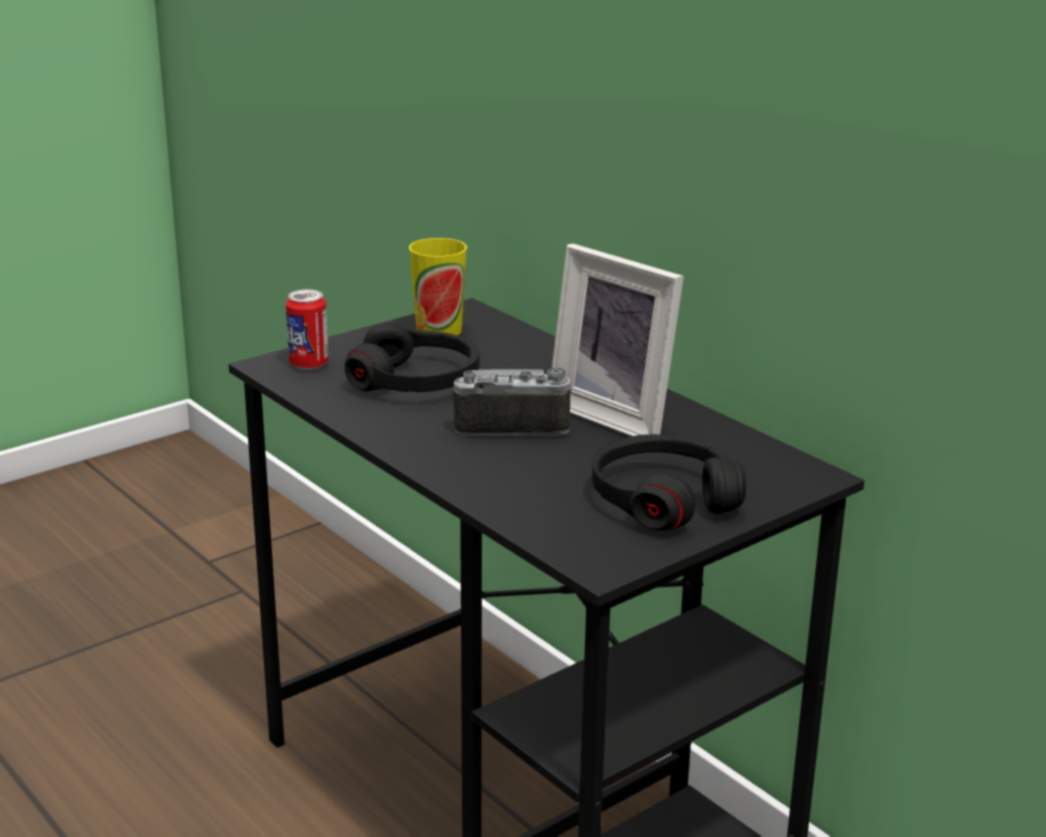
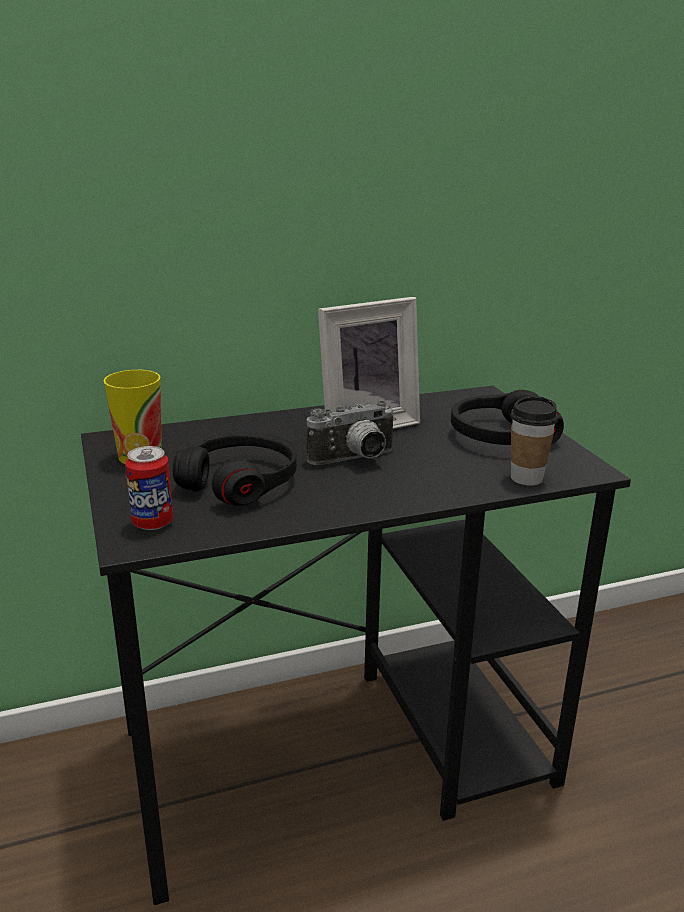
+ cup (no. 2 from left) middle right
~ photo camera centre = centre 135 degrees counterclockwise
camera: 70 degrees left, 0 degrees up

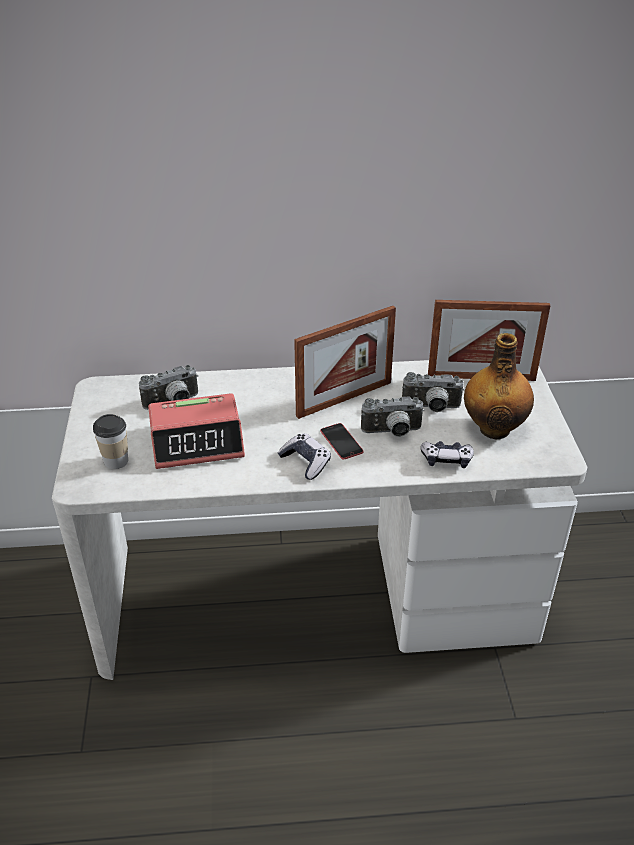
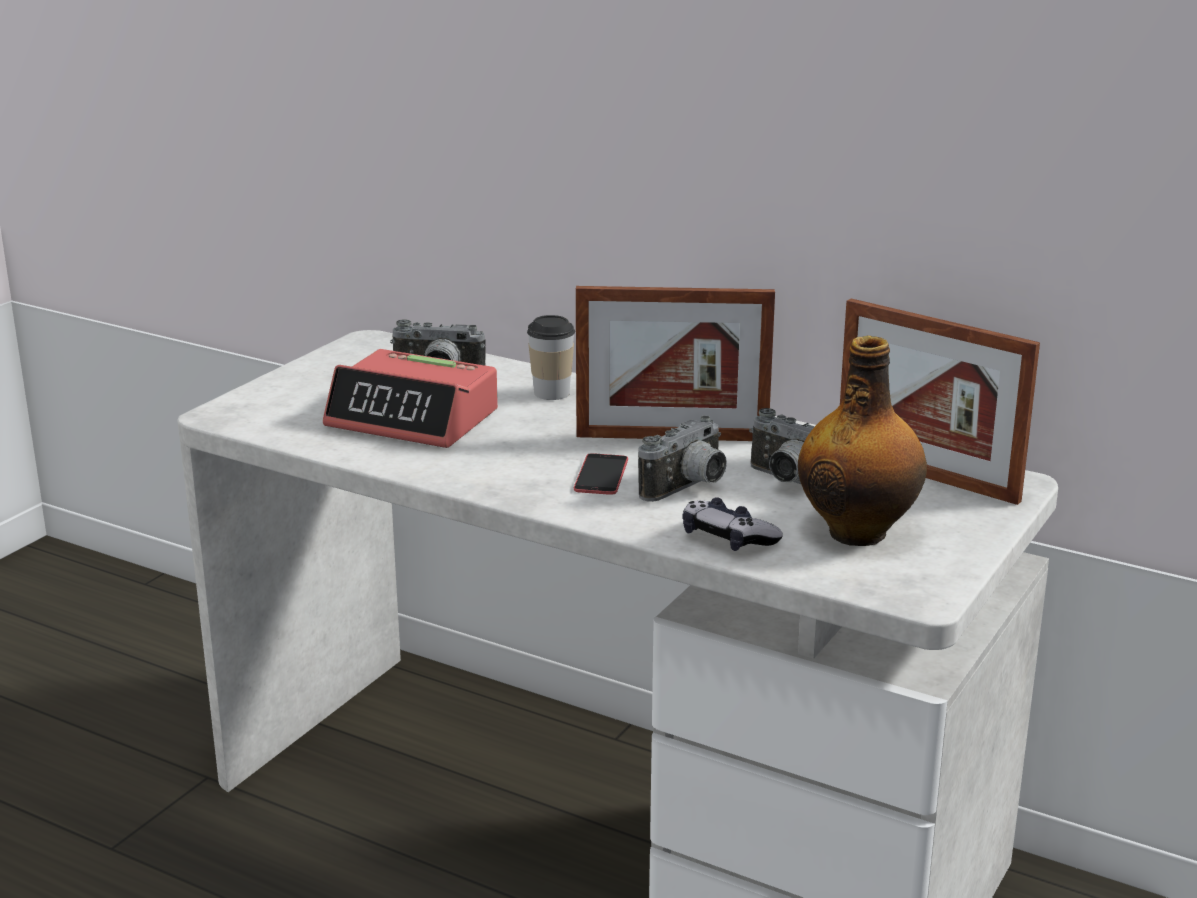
- game controller (no. 1 from left) centre
~ cup middle left to centre
~ photo camera (no. 2 from left) centre = centre 75 degrees counterclockwise
camera: 35 degrees right, 15 degrees down

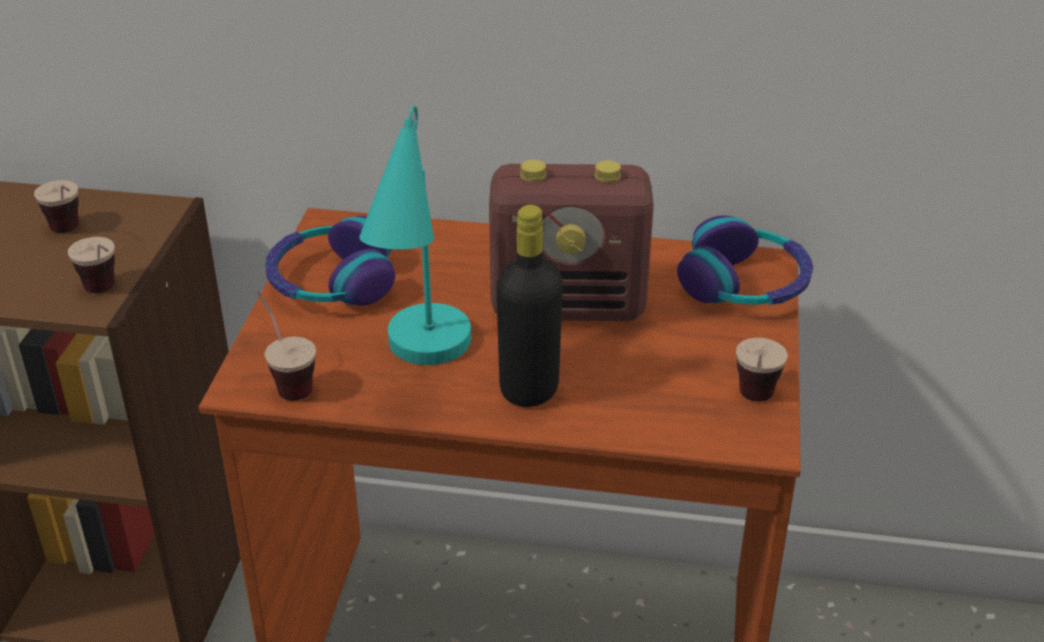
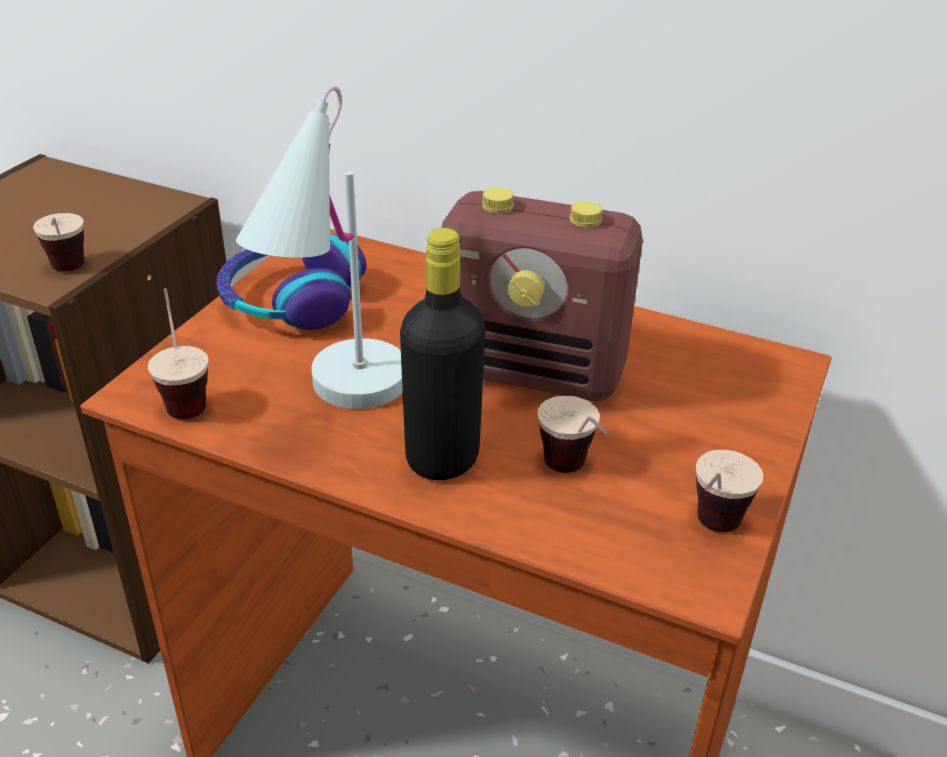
- headphones (no. 2 from left) middle right
~ cup (no. 1 from left in the first image) top left to cup (no. 3 from left) centre
~ table lamp (turquoise) centre to table lamp (white-coloured) top centre
camera: 15 degrees right, 0 degrees up

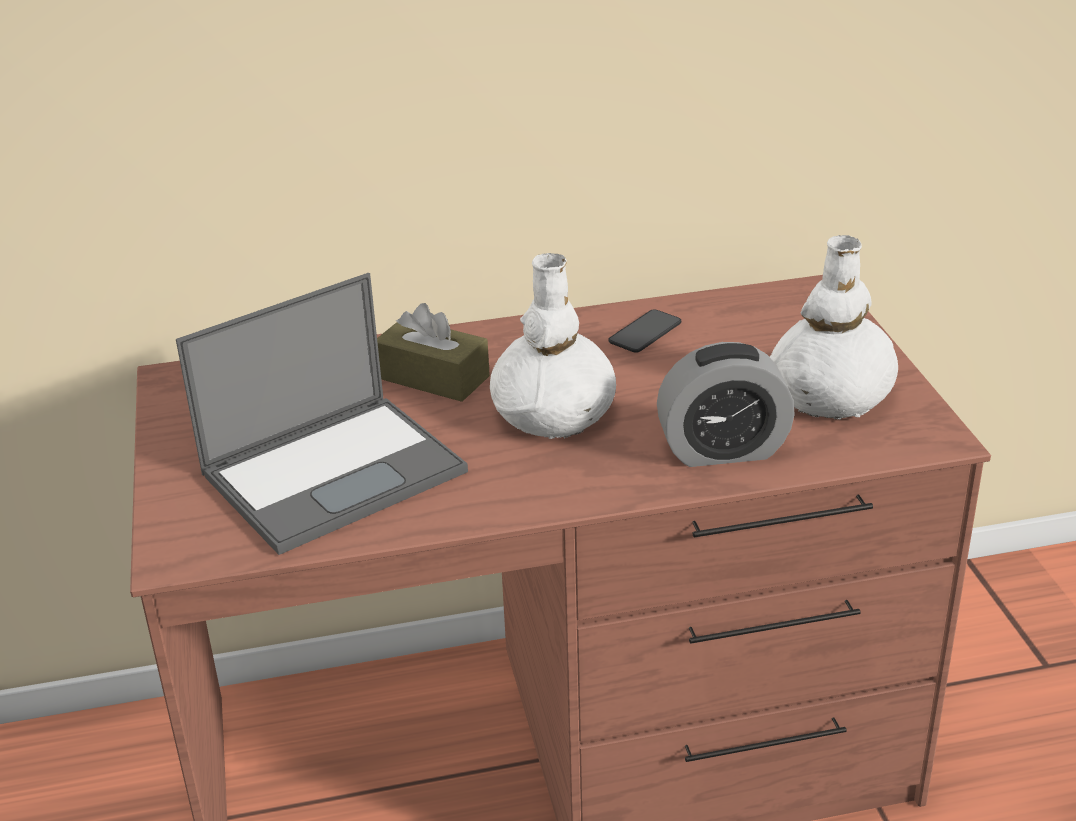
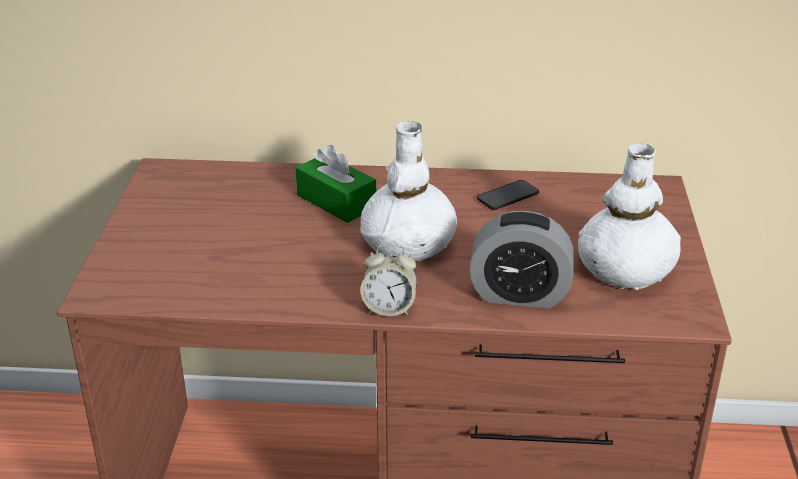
- notebook computer middle left
+ table clock (no. 1 from left) centre
~ tissue holder (brown-coloured) centre to tissue holder (green-coloured) centre
camera: 15 degrees right, 0 degrees up

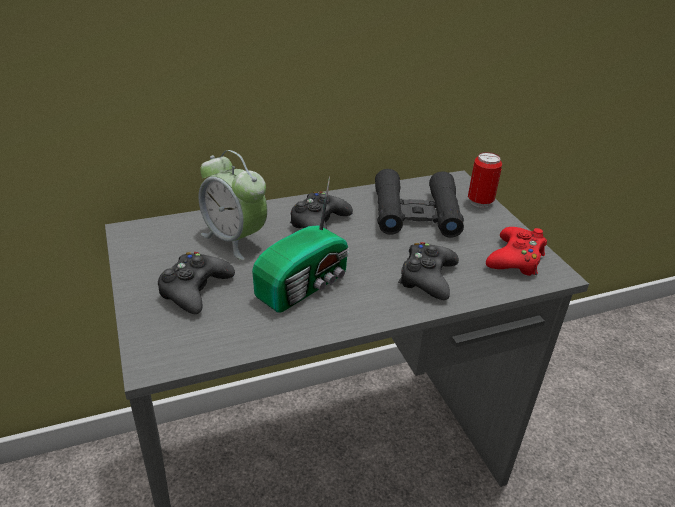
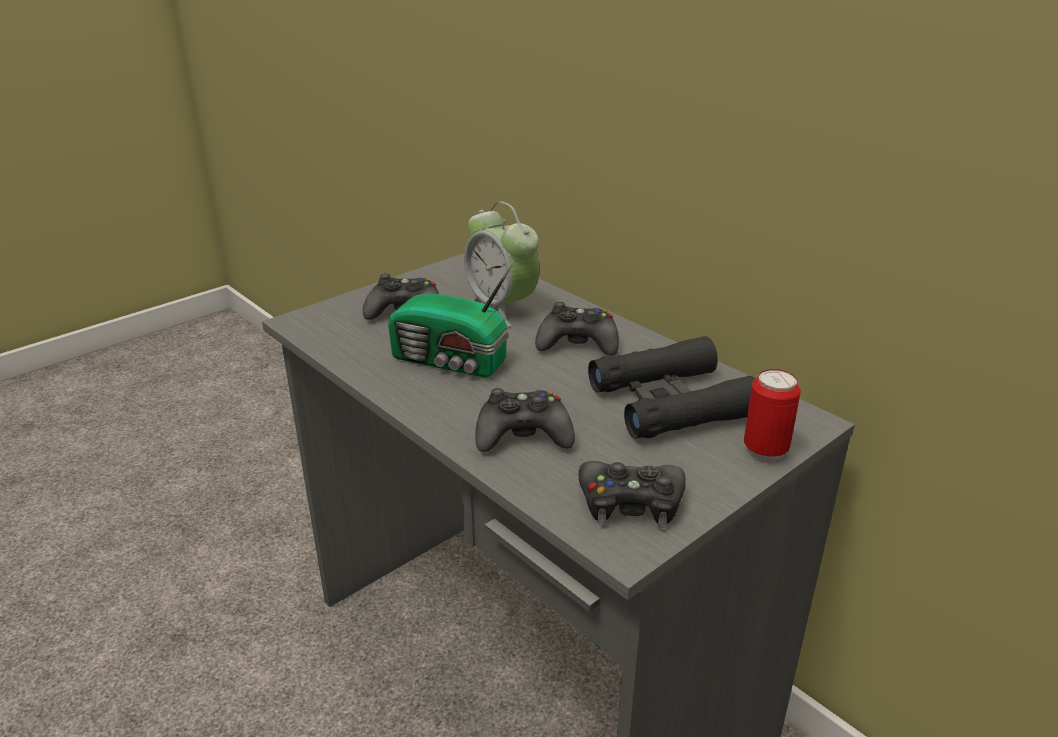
~ game controller (red) middle right to game controller (black) (no. 4 from left) bottom centre
~ table clock centre = centre 60 degrees counterclockwise
camera: 70 degrees right, 5 degrees down

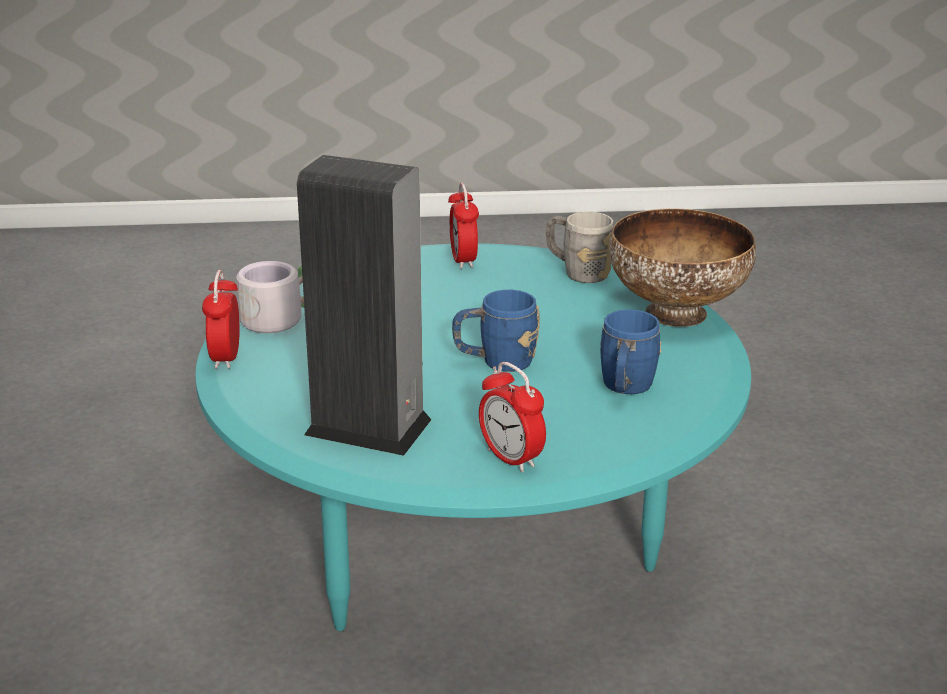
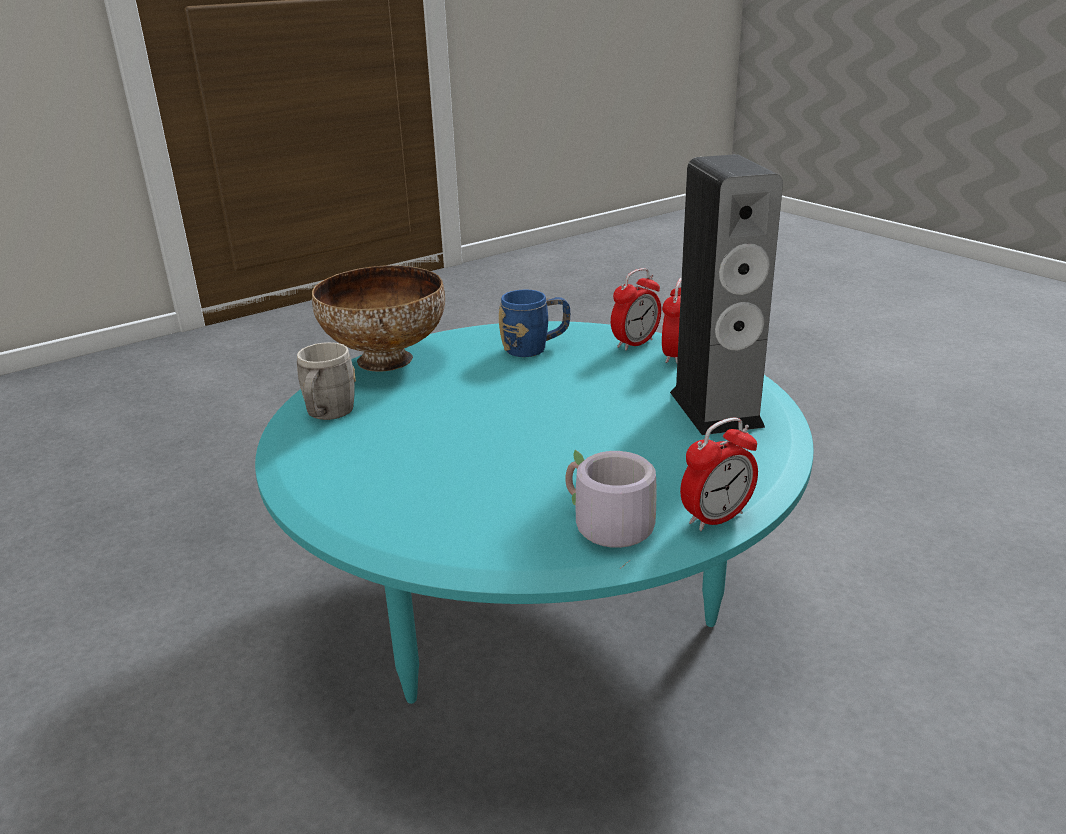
- tea mug (blue-coloured) (no. 1 from left) centre
~ table clock (no. 2 from left in the first image) top centre to table clock (no. 1 from left) centre
camera: 120 degrees left, 0 degrees up

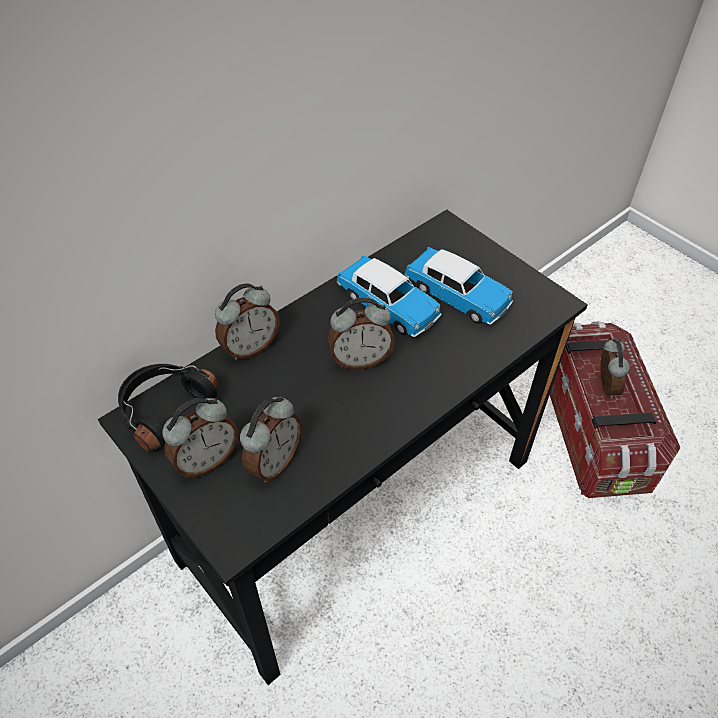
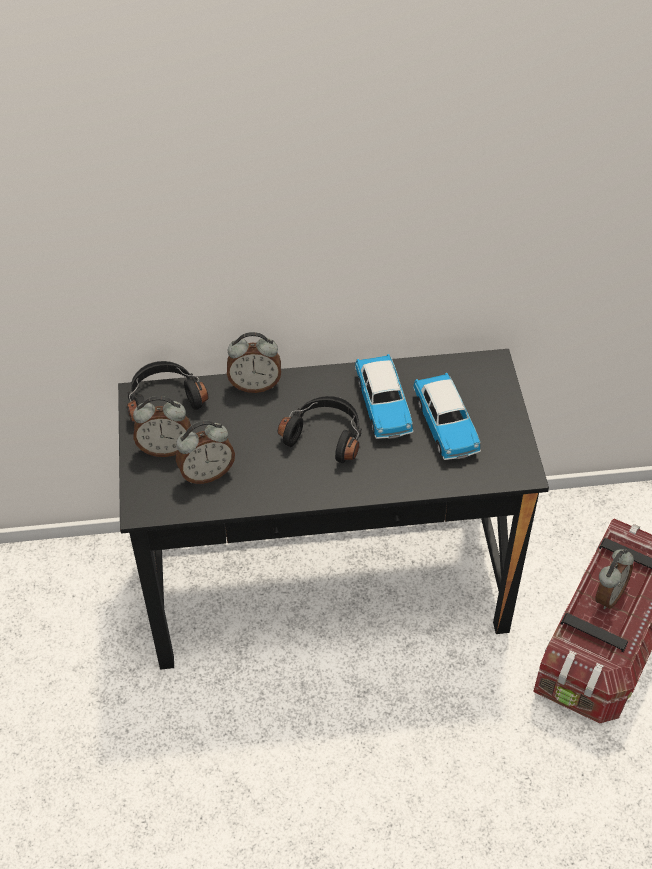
~ table clock (no. 4 from left) centre to headphones (black) (no. 2 from left) centre
camera: 35 degrees right, 0 degrees up

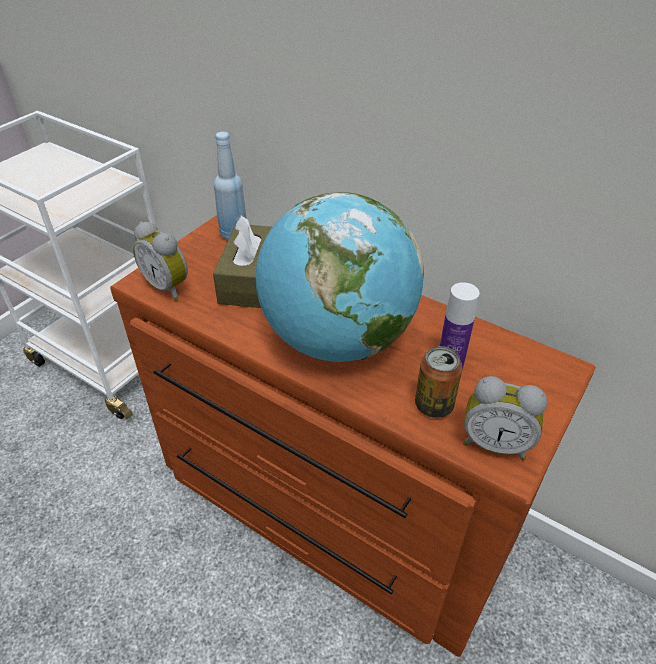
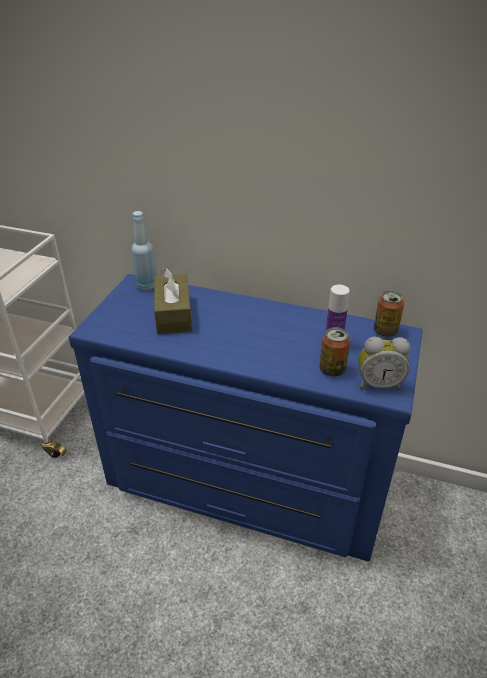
- table clock (no. 1 from left) middle left
- globe centre
+ can (no. 2 from left) middle right
~ drawer chest (brown-coloured) centre to drawer chest (blue-coloured) centre
camera: 15 degrees left, 5 degrees down

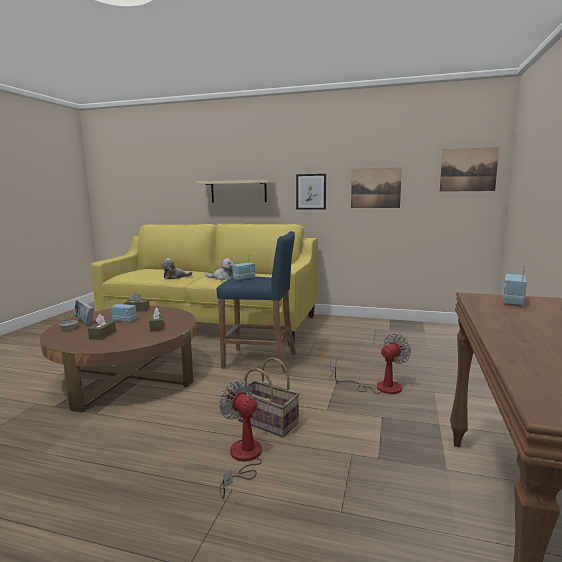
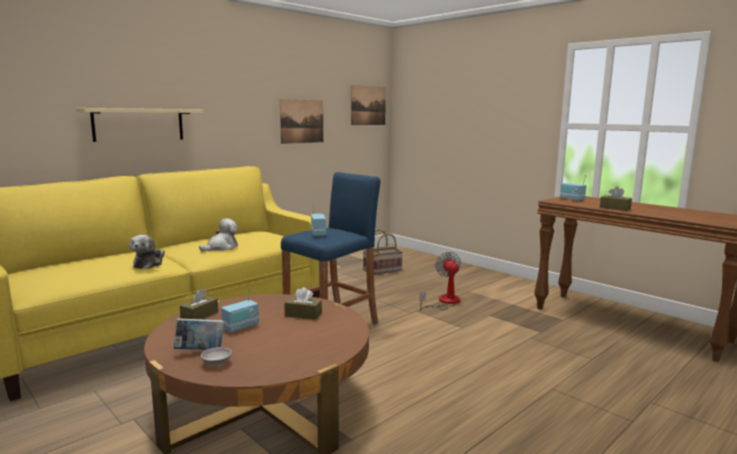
- electric fan (no. 1 from left) bottom centre
- picture (no. 1 from left) centre
~ tissue holder (brown-coloured) (no. 1 from left in the first image) middle left to tissue holder (brown-coloured) (no. 3 from left) middle right
~ basket bottom centre to centre
camera: 60 degrees left, 0 degrees up

